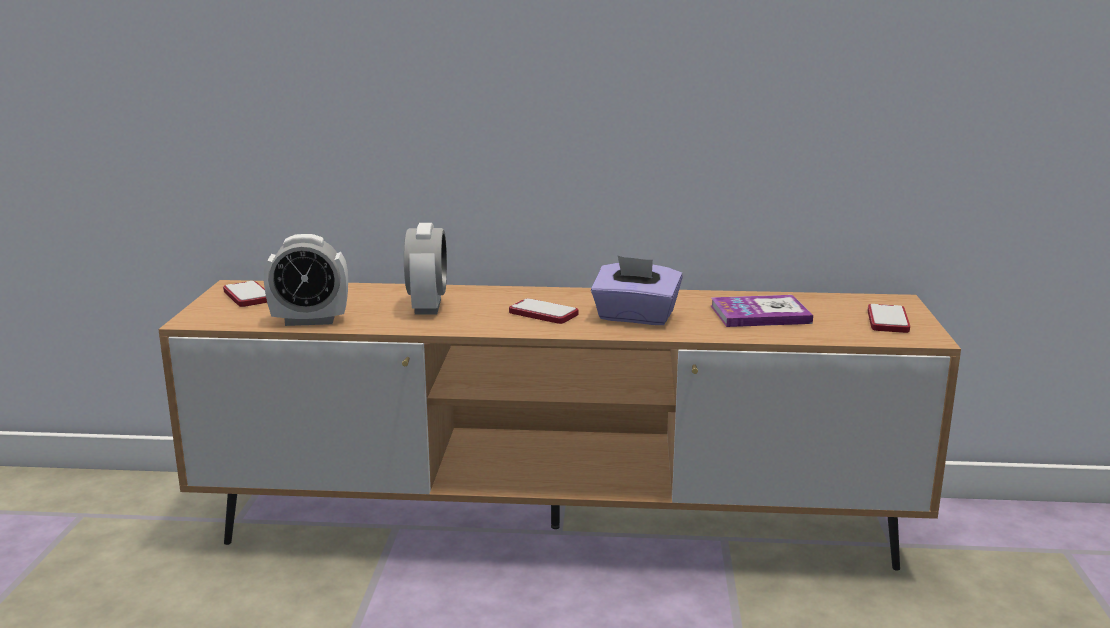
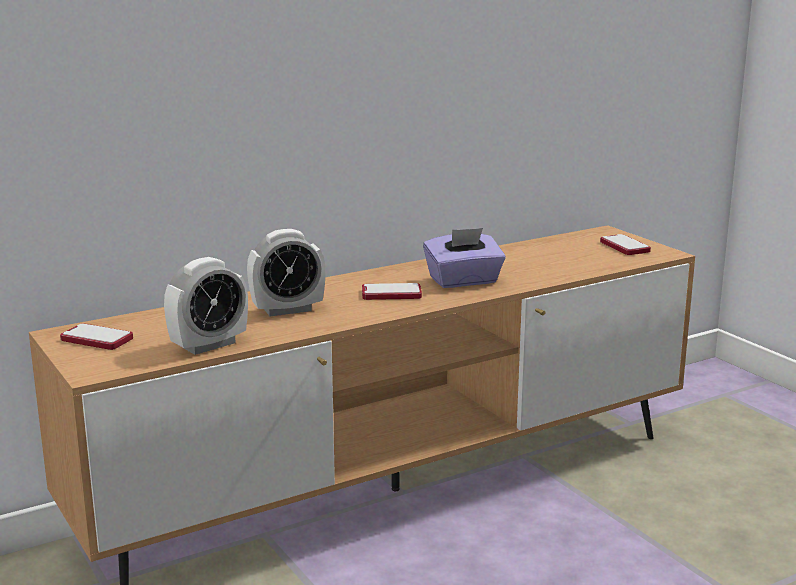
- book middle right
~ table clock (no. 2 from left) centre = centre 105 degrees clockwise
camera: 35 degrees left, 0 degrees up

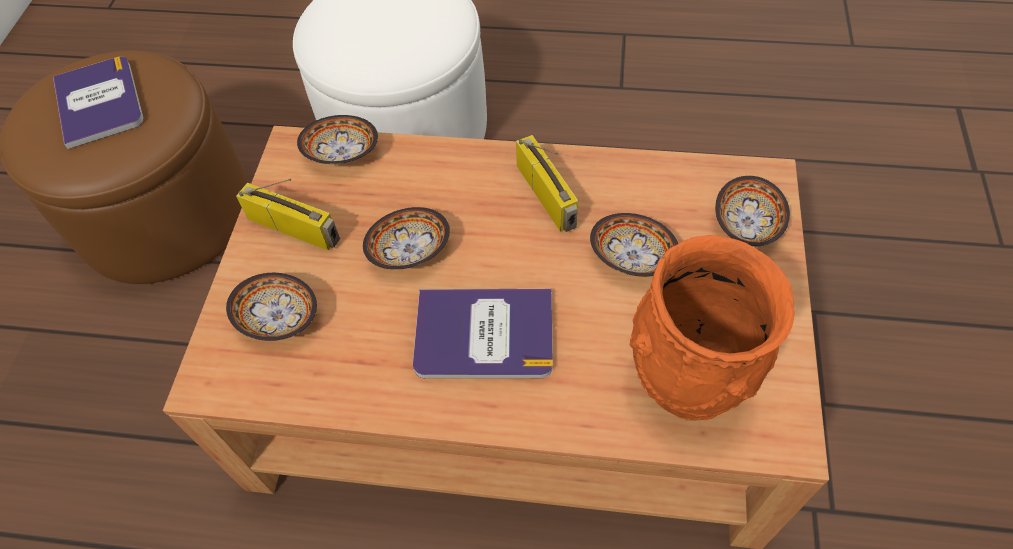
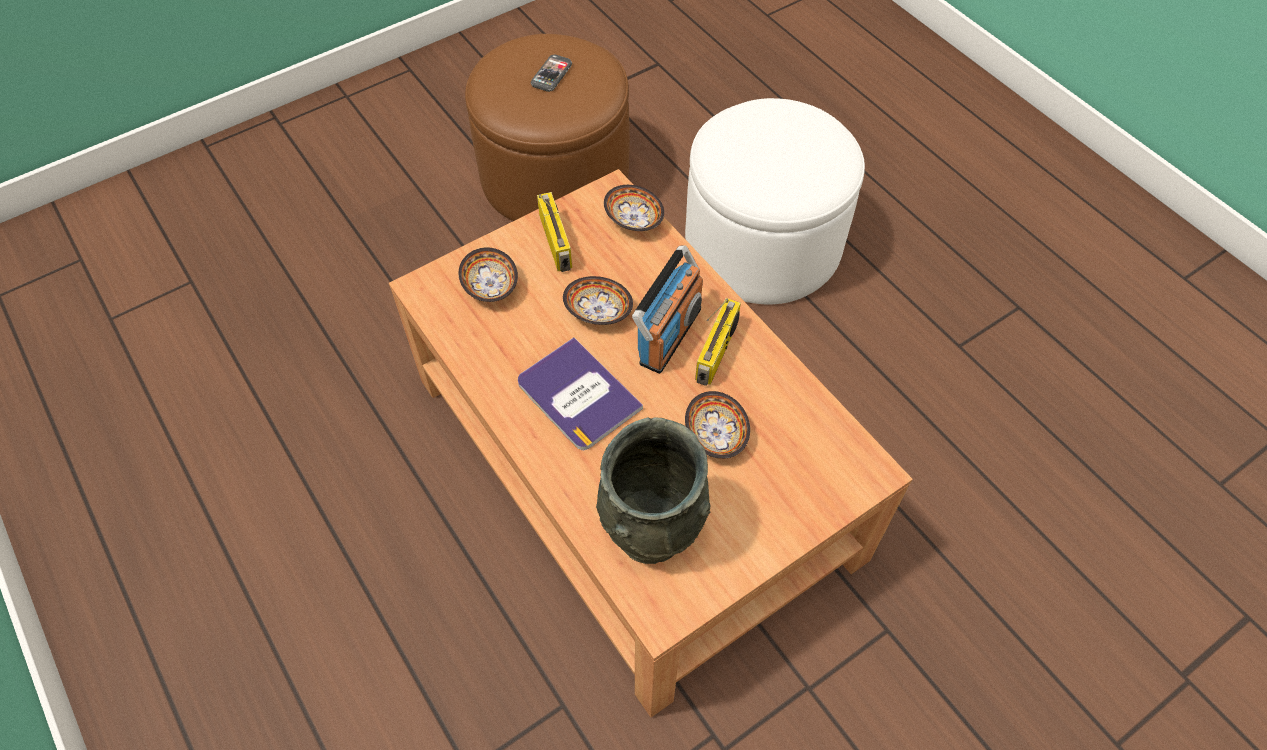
- deep dish (no. 5 from left) middle right
+ radio receiver (no. 2 from left) centre
~ book (no. 1 from left) top left to telephone top centre
~ vase (orange-coloured) middle right to vase (grey) centre
camera: 45 degrees right, 0 degrees up

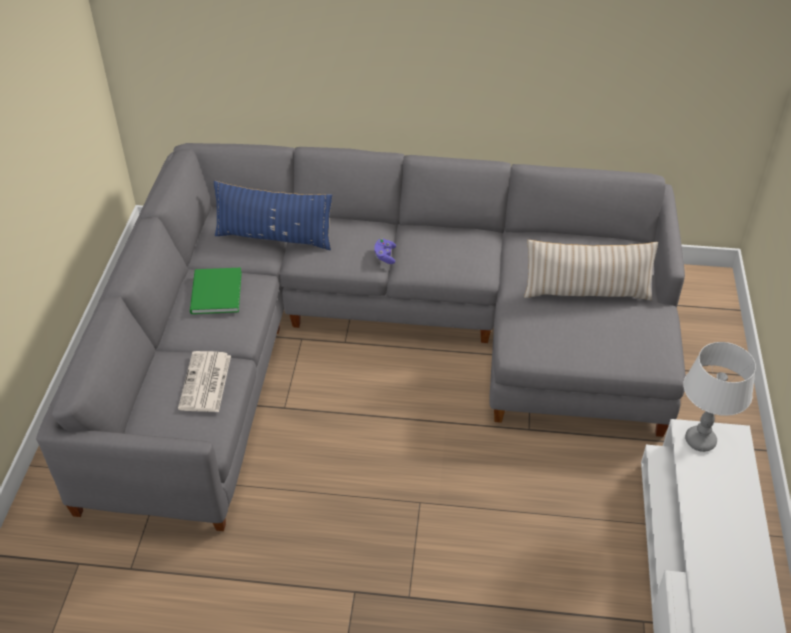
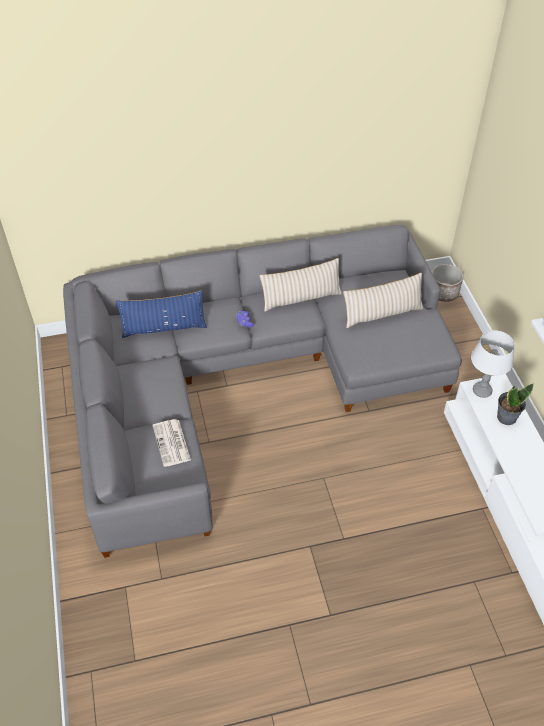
- book (green-coloured) middle left
+ pillow (sand-coloured) (no. 1 from left) centre
+ plant pot middle right
+ potted plant middle right
camera: 20 degrees left, 5 degrees up

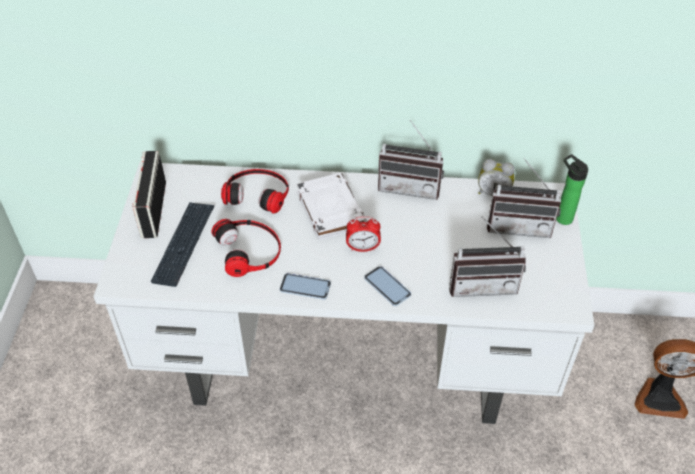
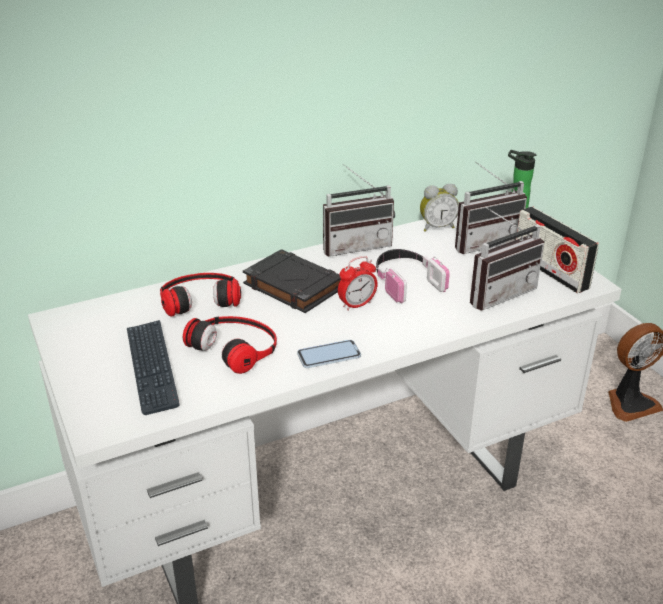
- telephone (no. 2 from left) centre
+ headphones (no. 3 from left) centre
~ radio receiver (no. 1 from left in the first image) middle left to radio receiver (no. 4 from left) middle right
~ book (white-coloured) centre to book (black) centre
camera: 30 degrees left, 15 degrees down

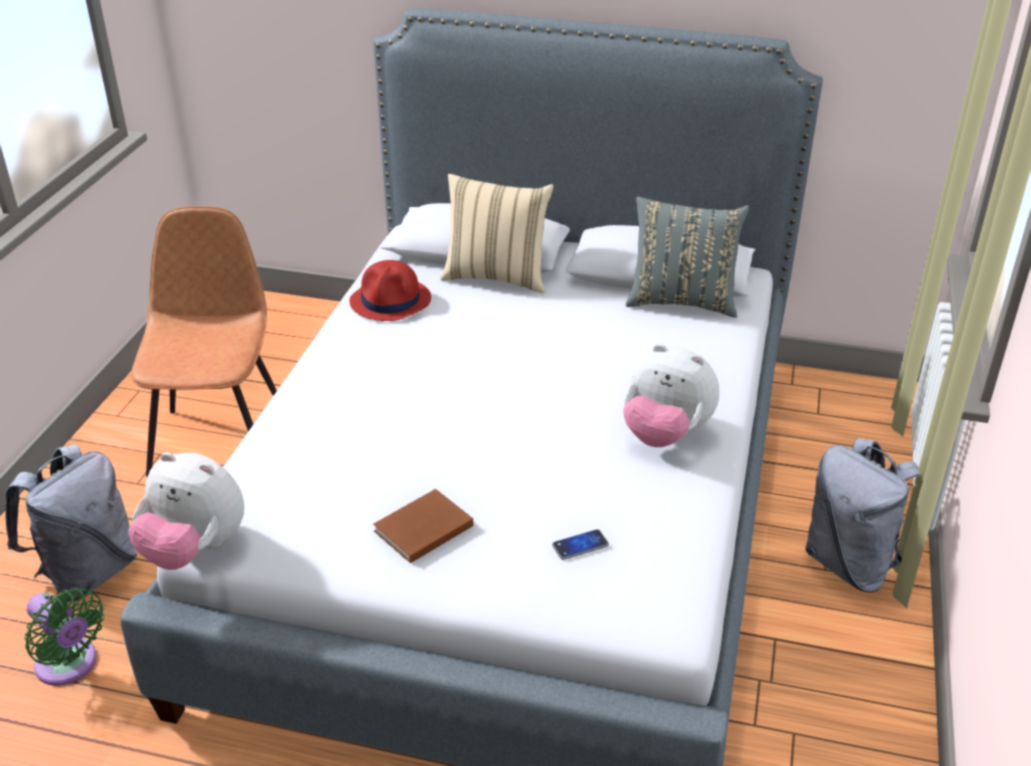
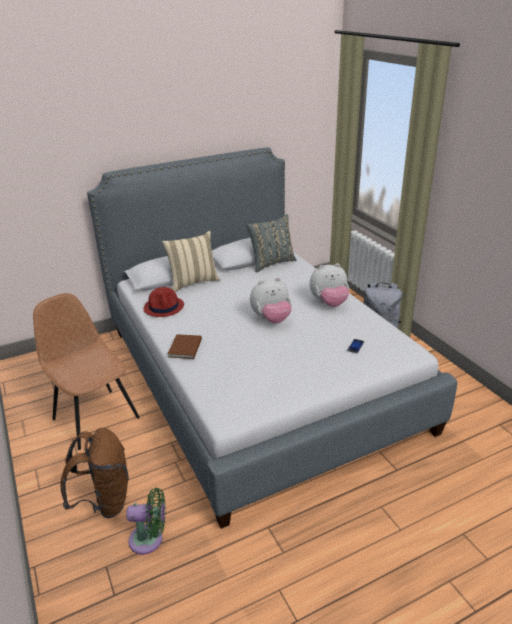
~ cuddly toy (no. 1 from left) bottom left to centre
~ book (brown-coloured) bottom centre to centre
~ backpack (grey) (no. 1 from left) bottom left to backpack (brown-coloured) bottom left
camera: 40 degrees left, 5 degrees down

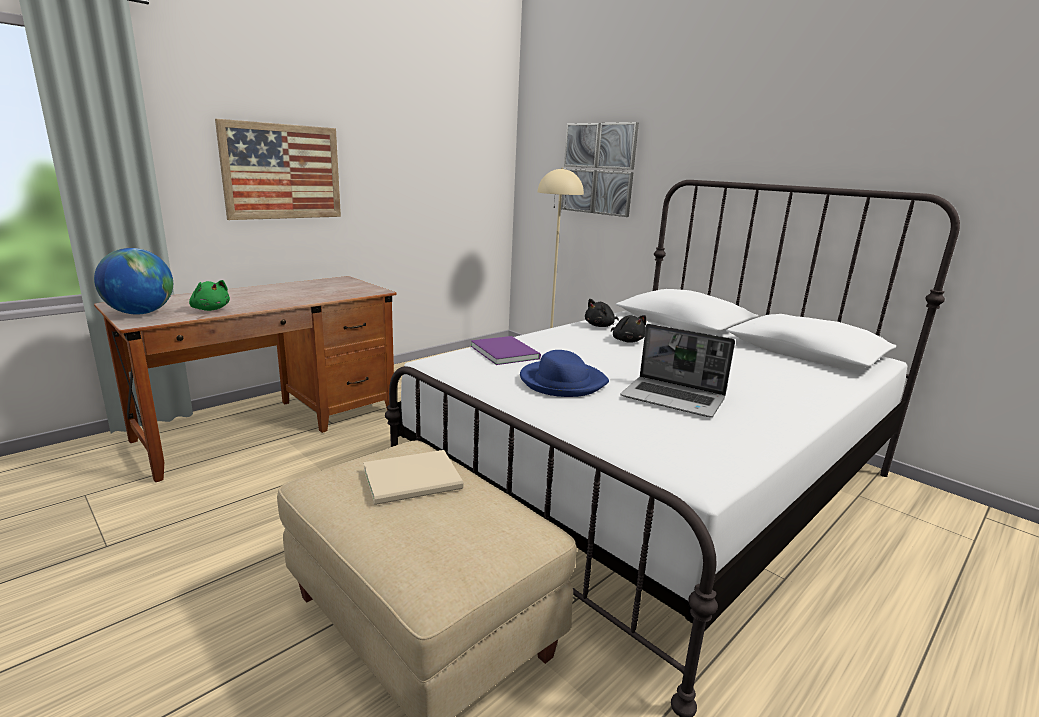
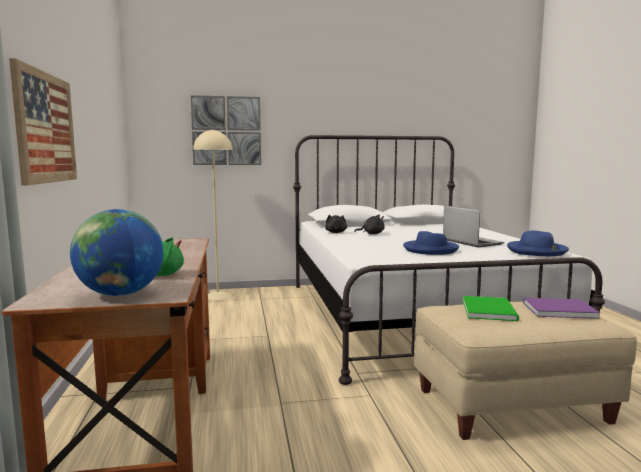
+ wearable hat (blue-coloured) (no. 2 from left) middle right
~ book (purplish) centre to middle right
~ book (sand-coloured) centre to book (green-coloured) middle right
~ notebook computer centre = middle right 90 degrees counterclockwise
camera: 55 degrees left, 10 degrees down

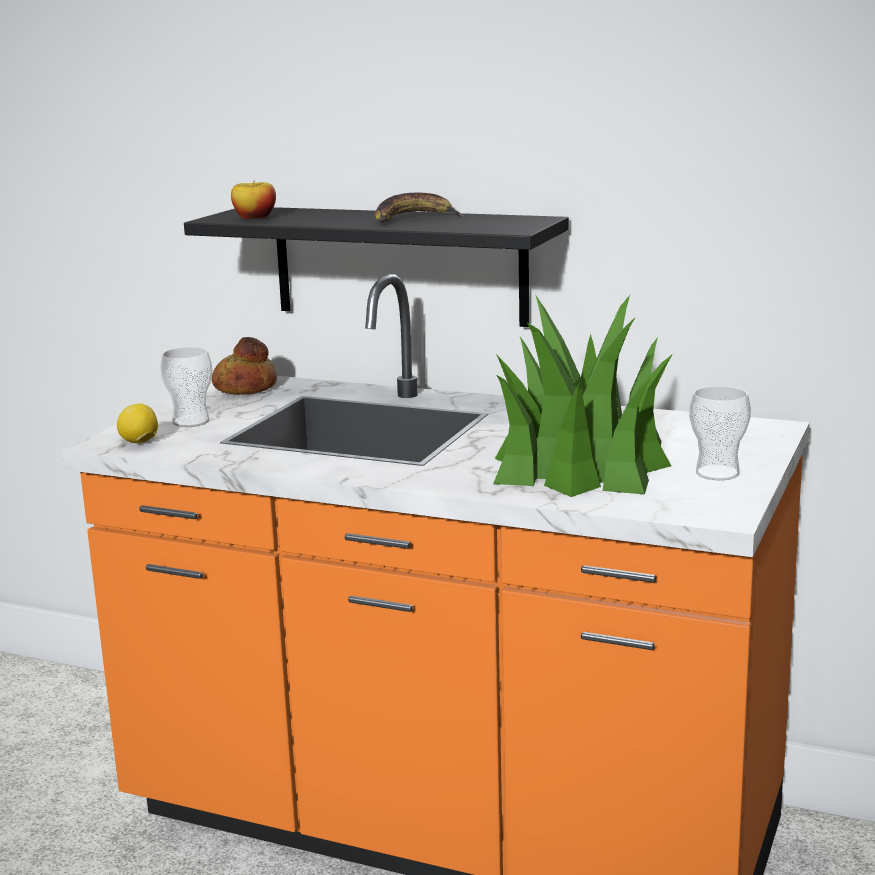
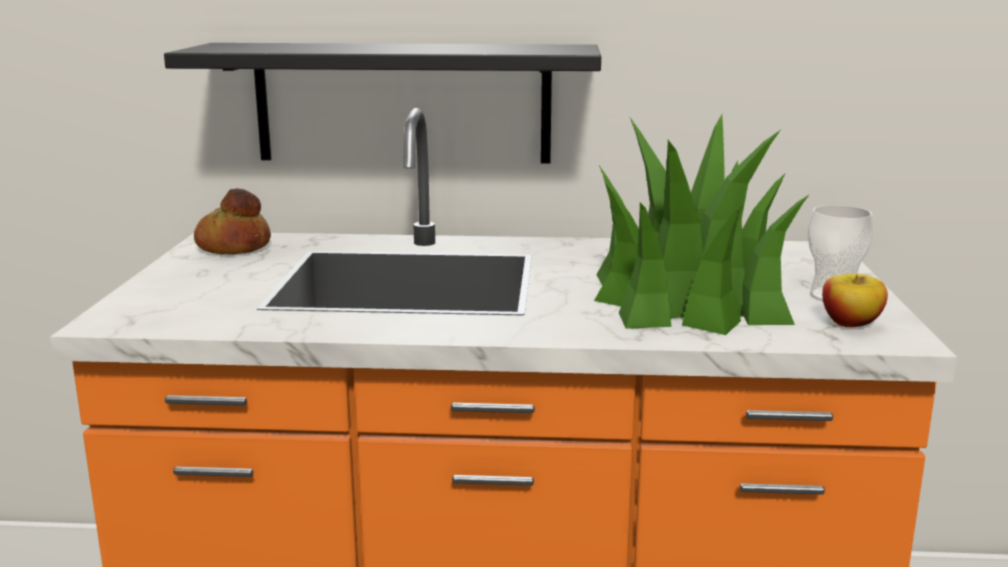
- citrus fruit middle left
- cup (no. 1 from left) middle left
- banana fruit top centre
~ whole apple top left to middle right
camera: 20 degrees left, 0 degrees up

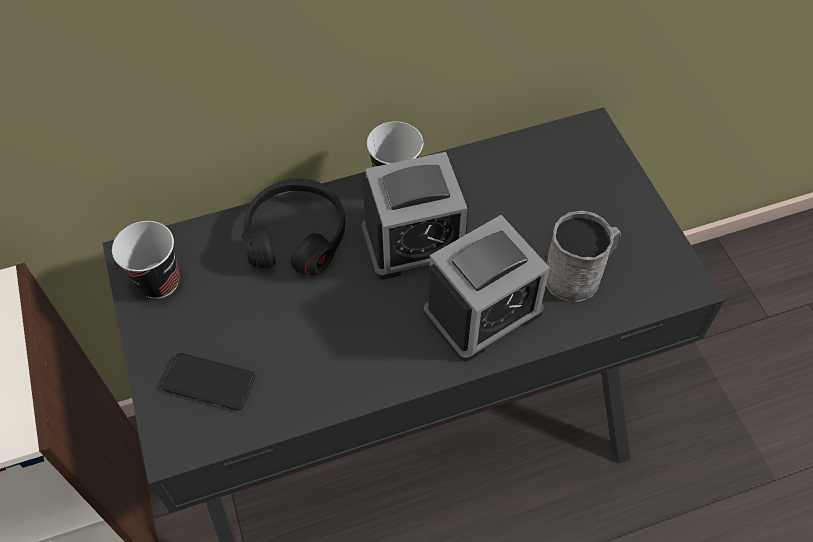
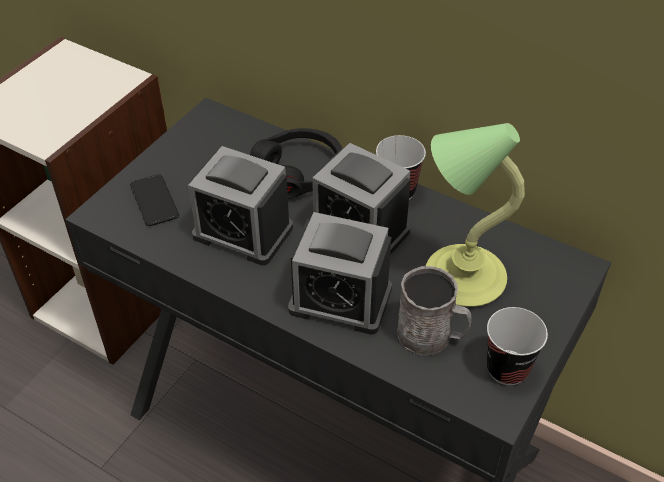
+ table clock (no. 1 from left) centre
+ table lamp middle right
~ cup (no. 1 from left in the first image) middle left to cup (no. 2 from left) bottom right
camera: 50 degrees right, 10 degrees down

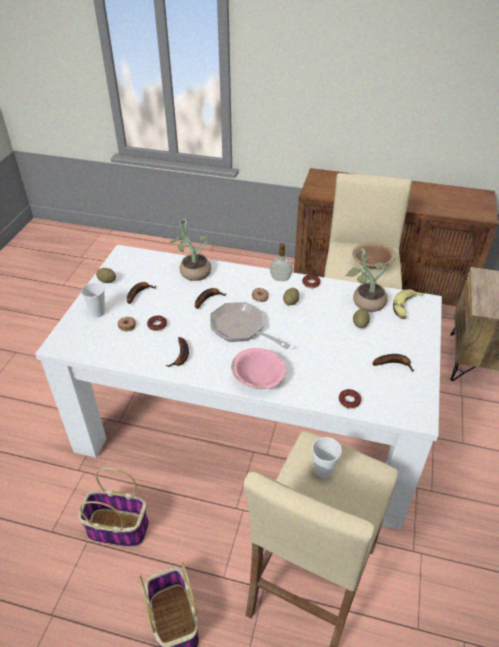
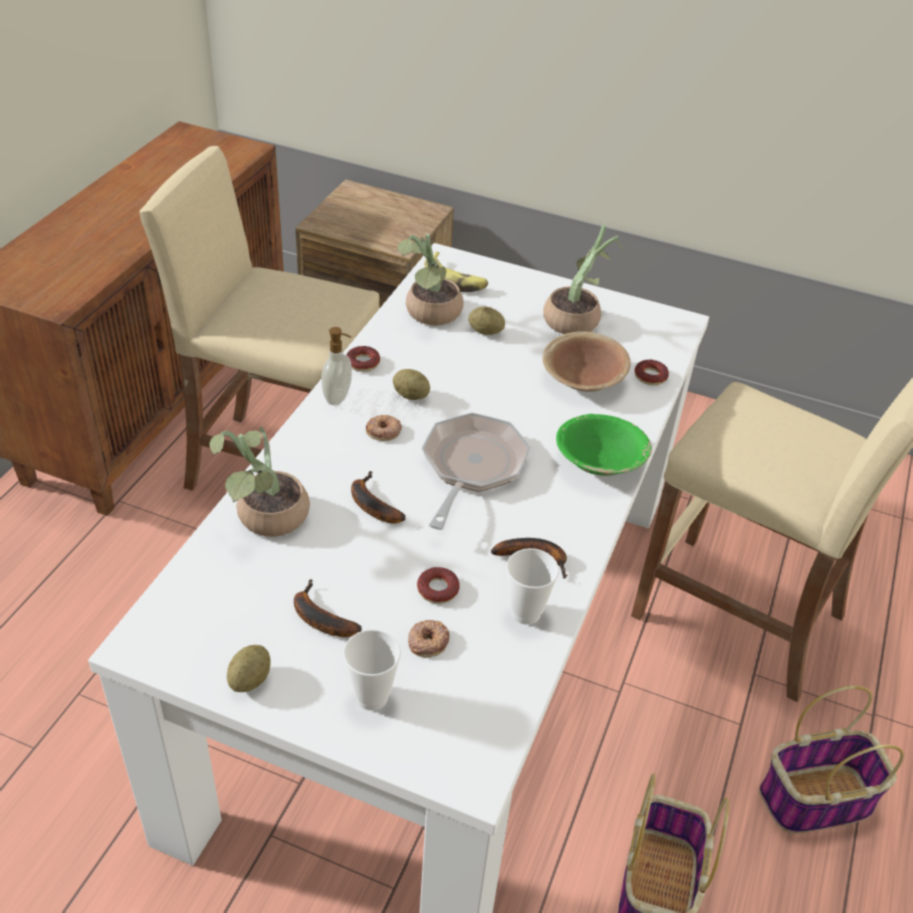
~ cup (no. 2 from left) bottom centre to centre
~ deep dish (brown-coloured) middle right to centre
~ banana fruit (no. 4 from left) middle right to potted plant (no. 3 from left) top centre
~ deep dish (pinkish) centre to deep dish (green-coloured) centre
~ frying pan centre = centre 150 degrees clockwise
camera: 85 degrees left, 0 degrees up

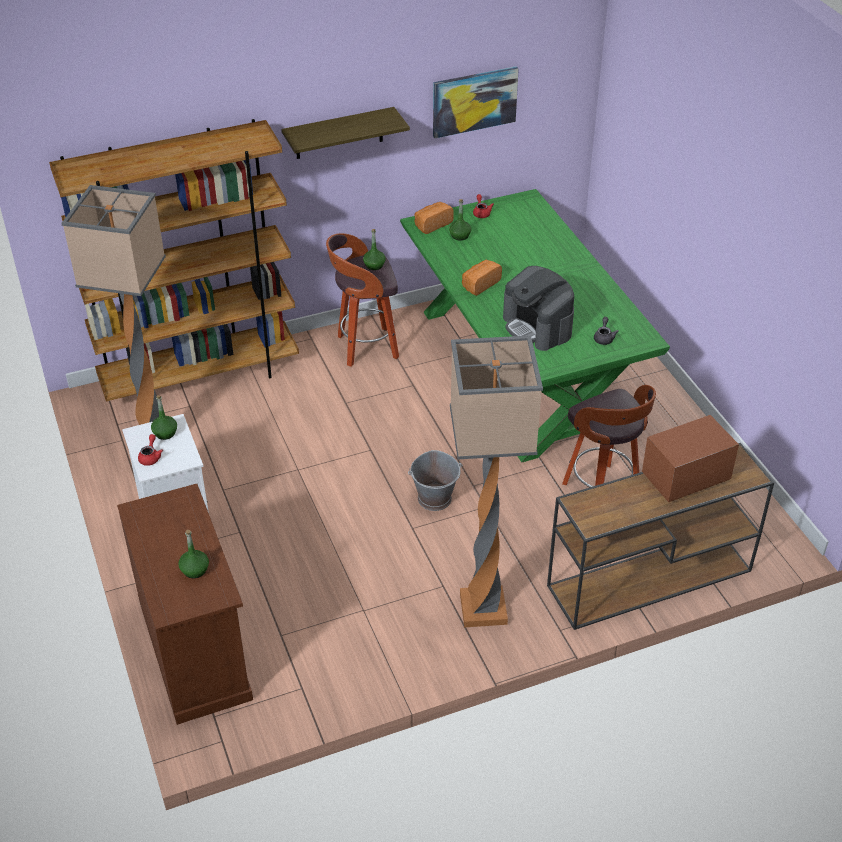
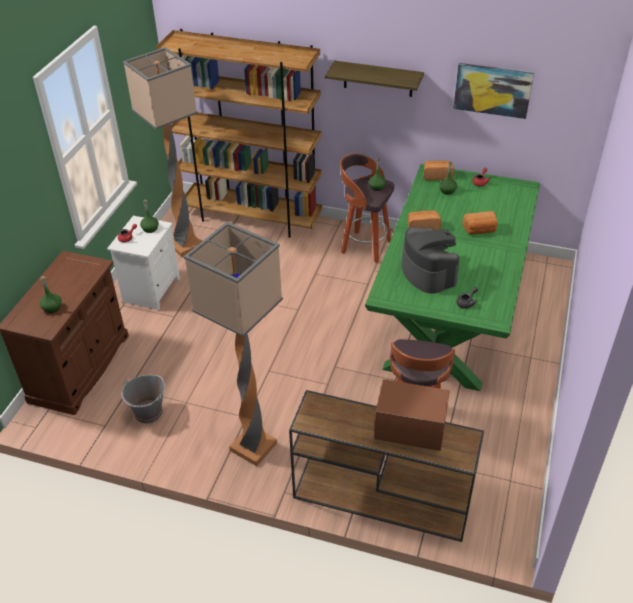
+ baked bread (no. 3 from left) middle right
~ pail (grey) centre to middle left
~ coffee brewer centre = middle right 150 degrees clockwise
camera: 40 degrees right, 0 degrees up

